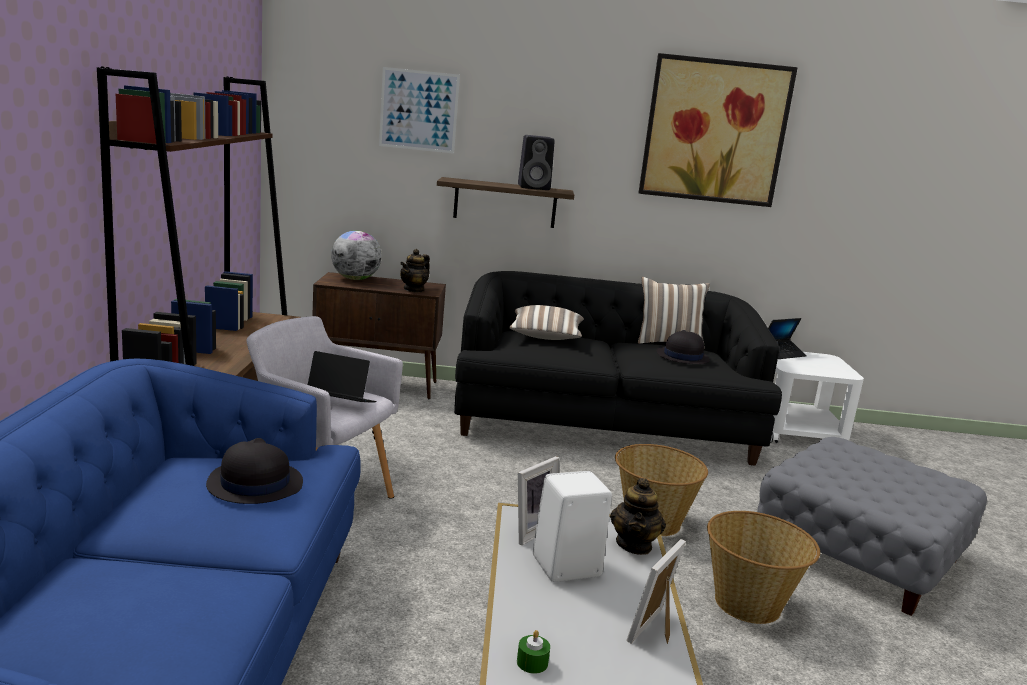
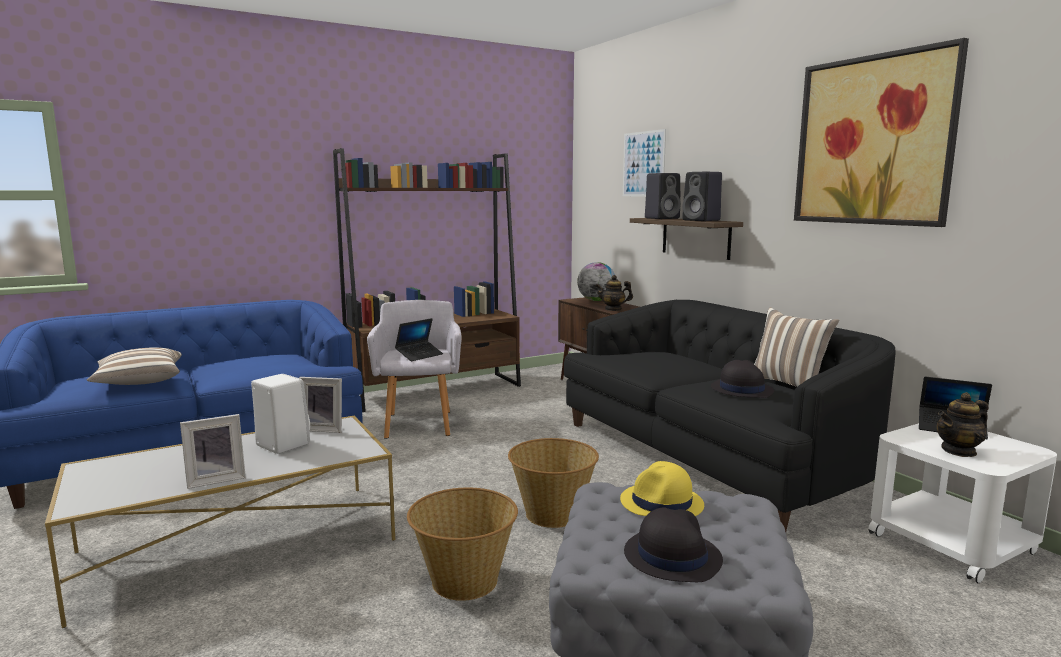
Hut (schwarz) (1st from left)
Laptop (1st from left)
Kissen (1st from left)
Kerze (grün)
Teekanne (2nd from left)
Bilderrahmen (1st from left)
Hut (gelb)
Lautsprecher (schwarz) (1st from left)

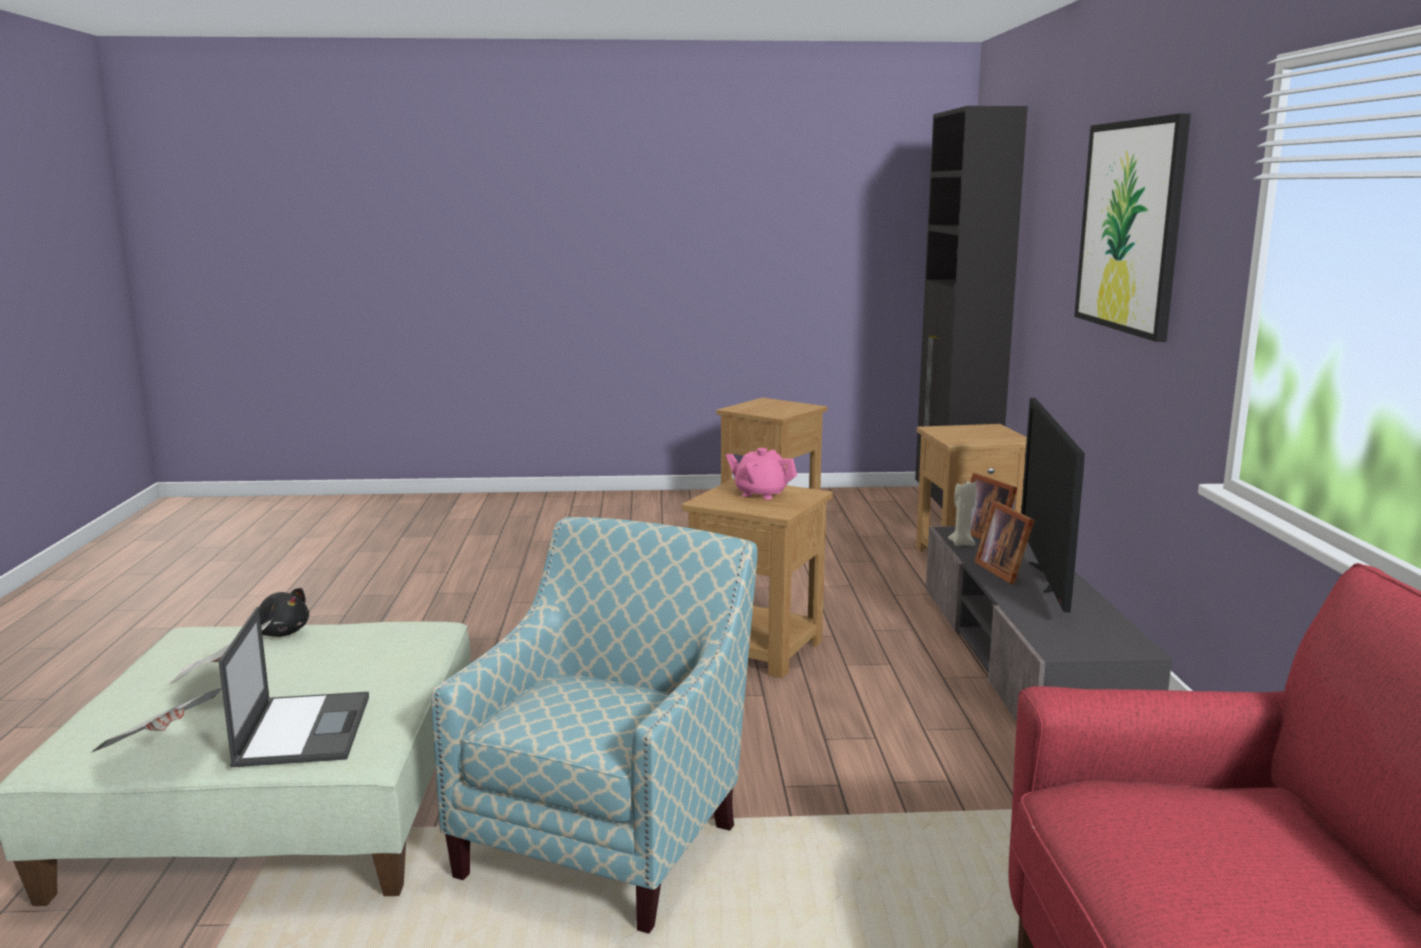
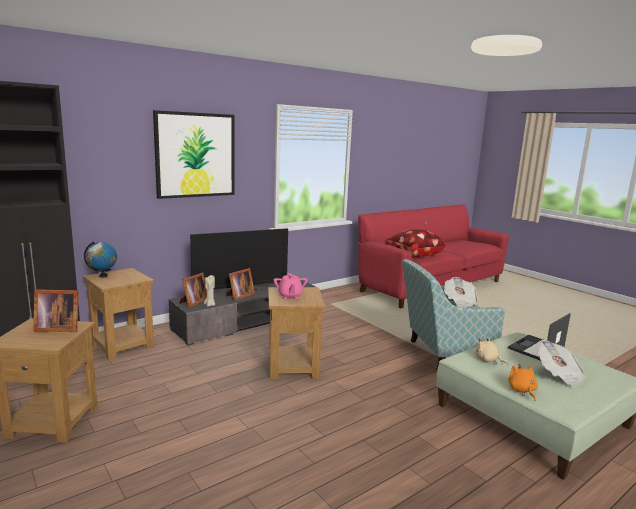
Zeitung (1st from left)
Plüschtier (orange)
Bilderrahmen (1st from left)
Globus
Kissen
Plüschtier (beige)

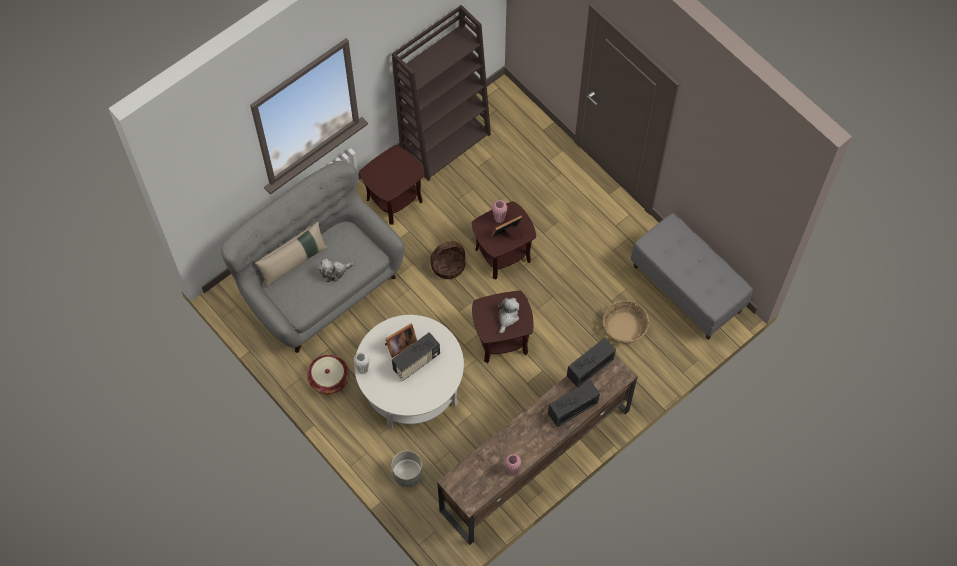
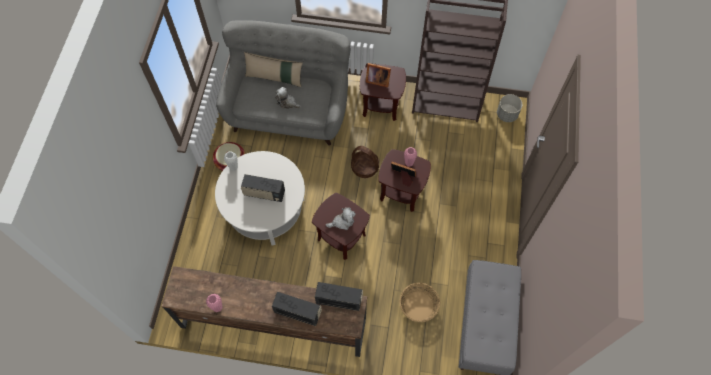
Bilderrahmen (1st from left)
Pflanzkübel (grau)

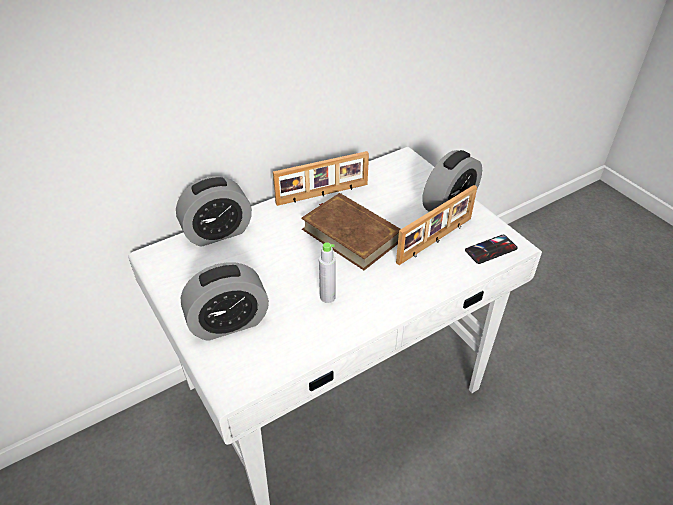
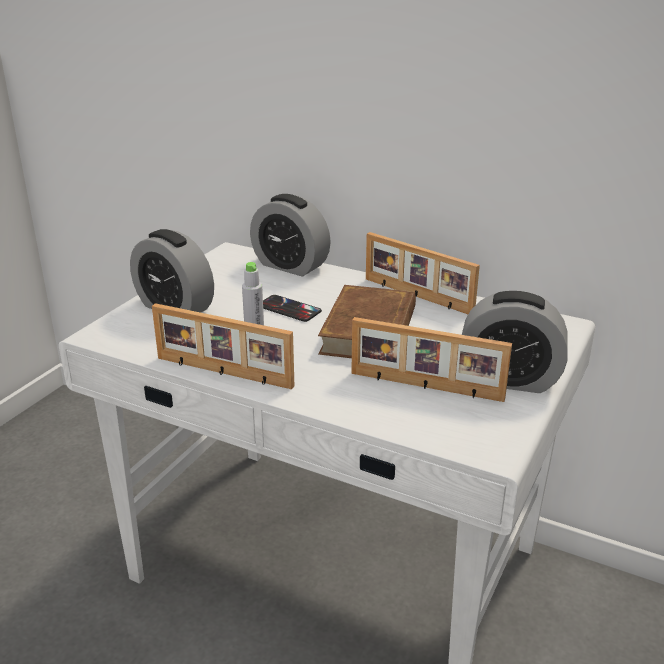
Handy
Bilderrahmen (1st from left)

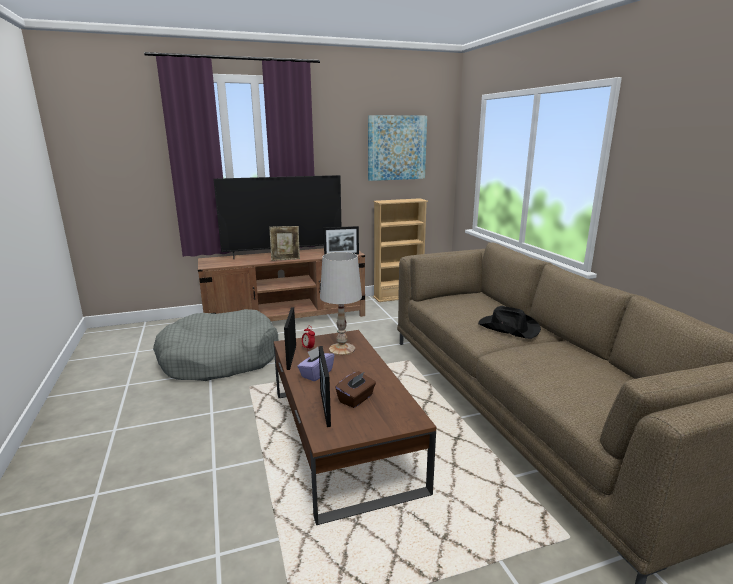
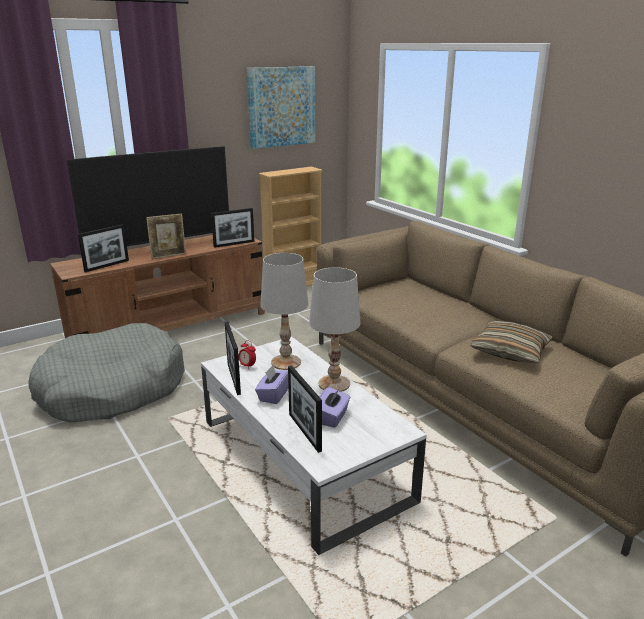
Couchtisch (weiß)
Taschentuchbox (lila) (2nd from left)
Hut (schwarz)
Bilderrahmen (1st from left)
Tischlampe (weiß) (2nd from left)
Kissen

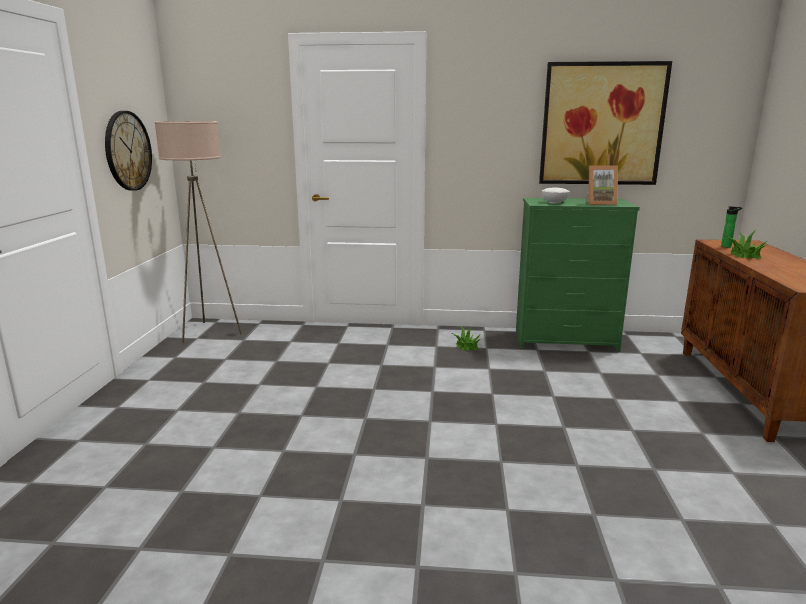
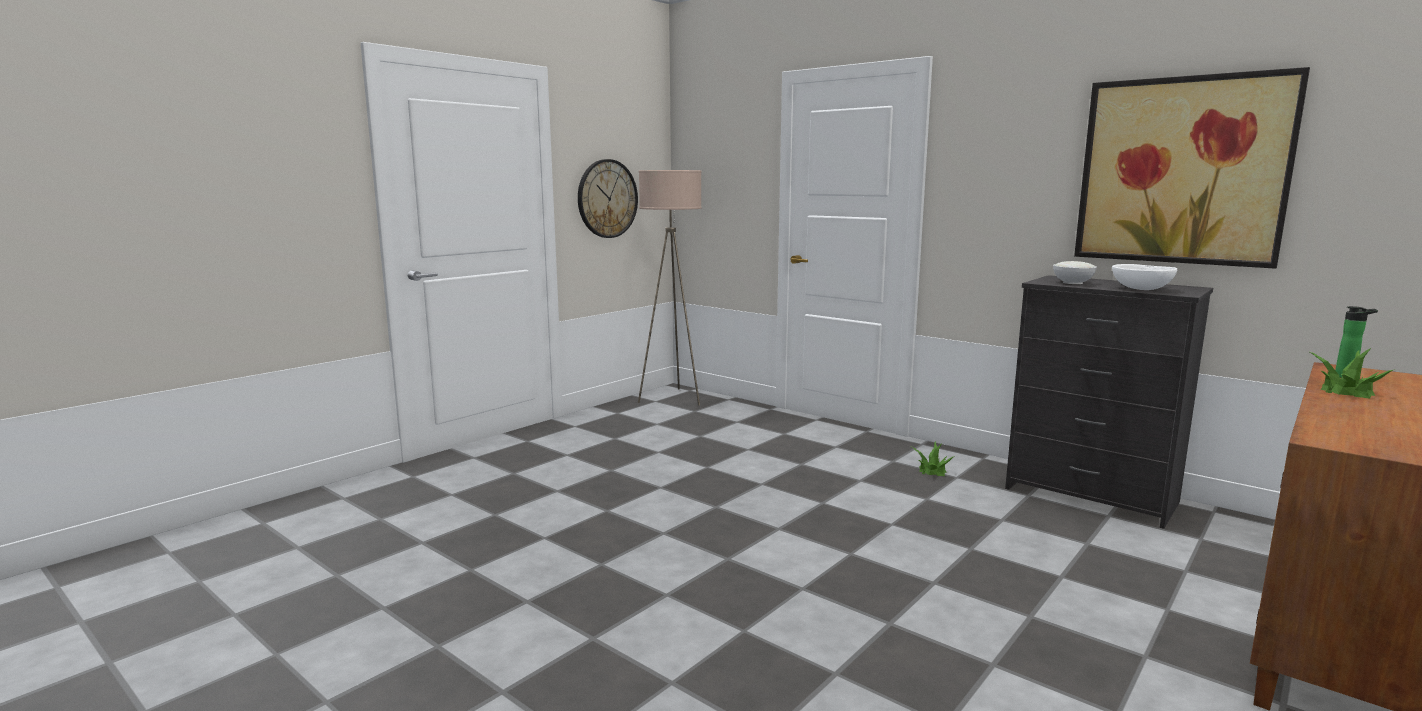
Kommode (schwarz)
Schüssel (weiß) (2nd from left)

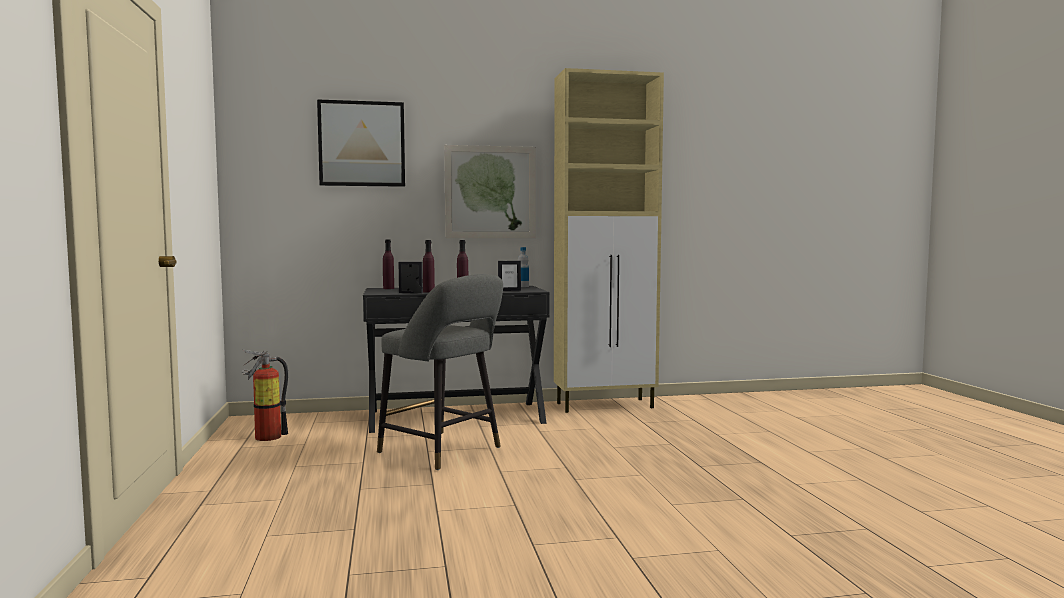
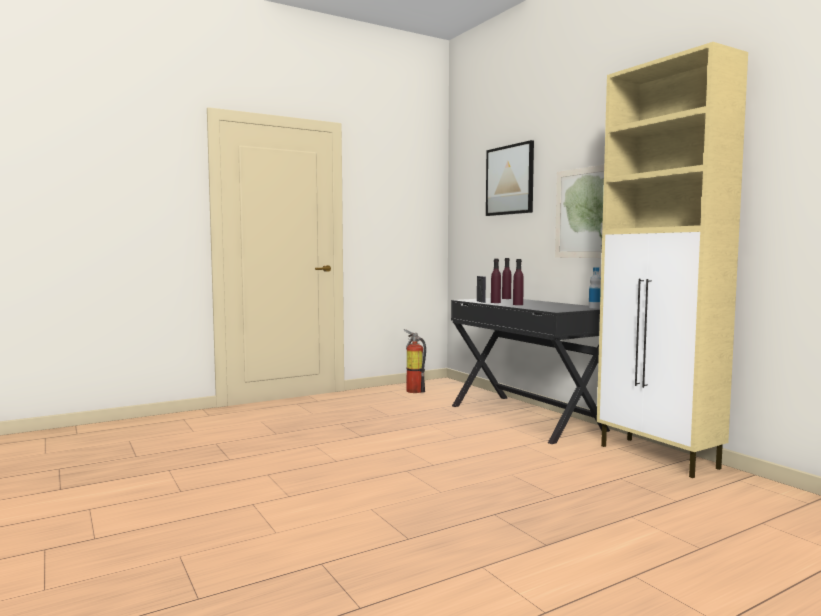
Hocker (grau)
Bilderrahmen (2nd from left in the first image)

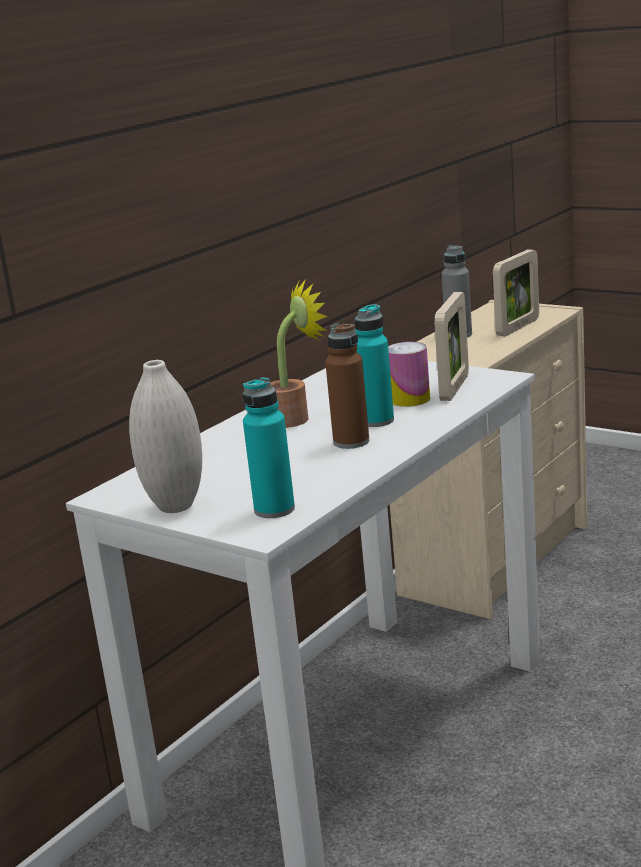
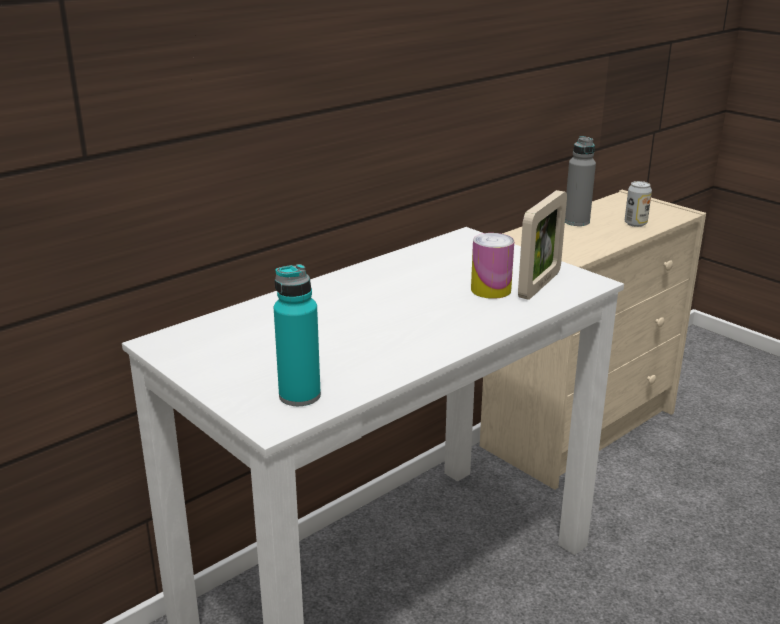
Vase (weiß)
Topfpflanze
Flasche (braun)
Flasche (türkis) (2nd from left in the first image)
Dose (2nd from left)

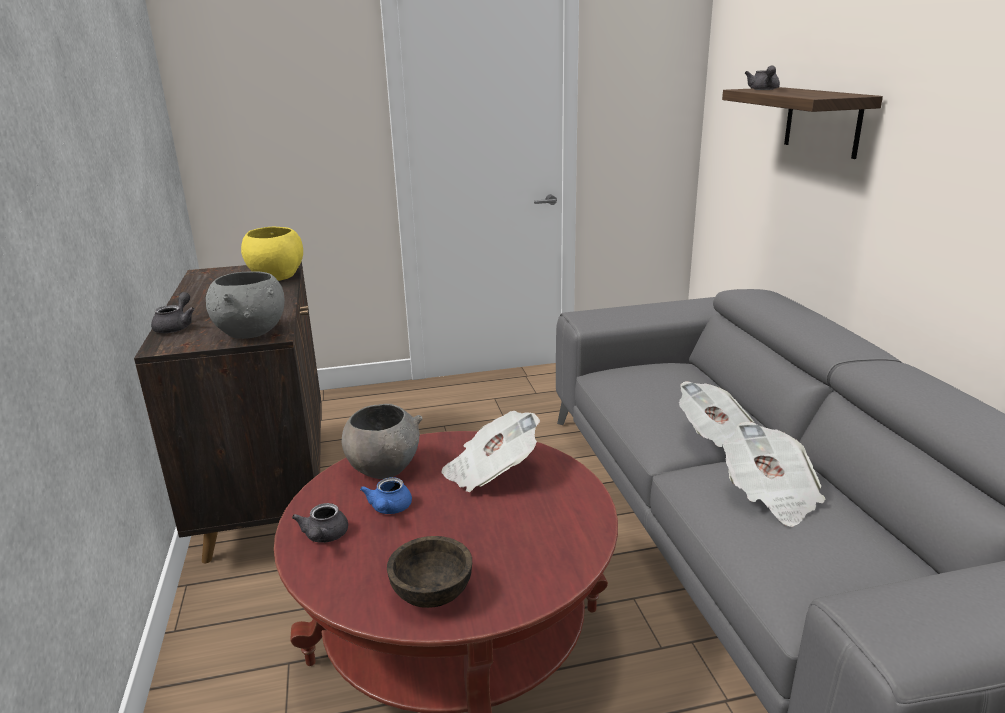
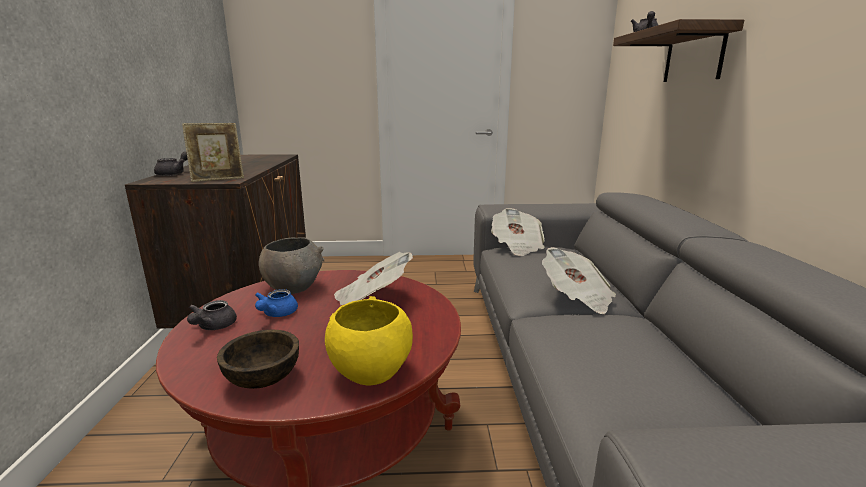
Bilderrahmen
Schüssel (gelb)
Zeitung (2nd from left)

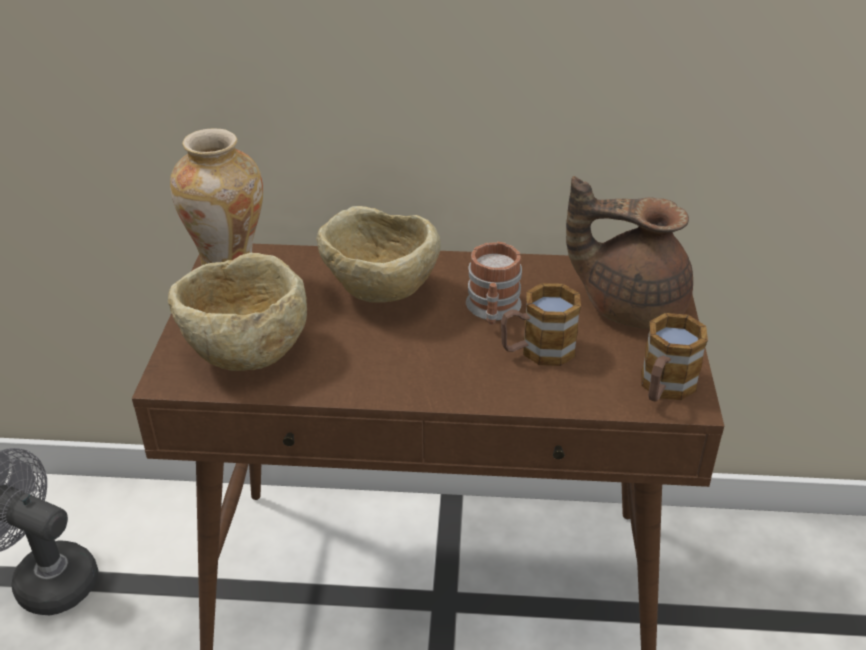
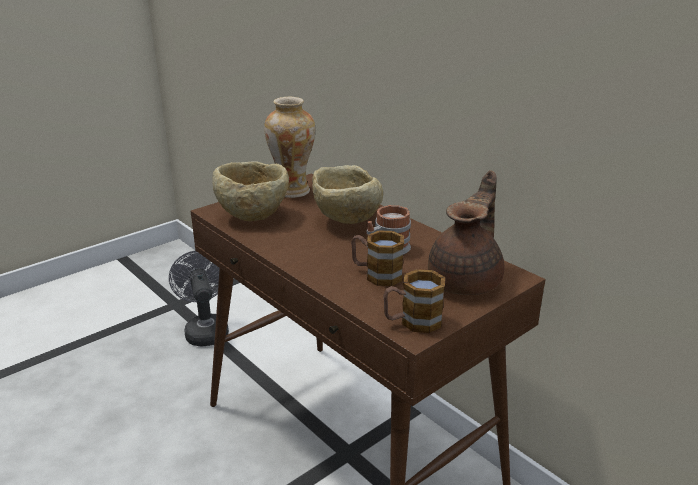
Teekanne (braun)

